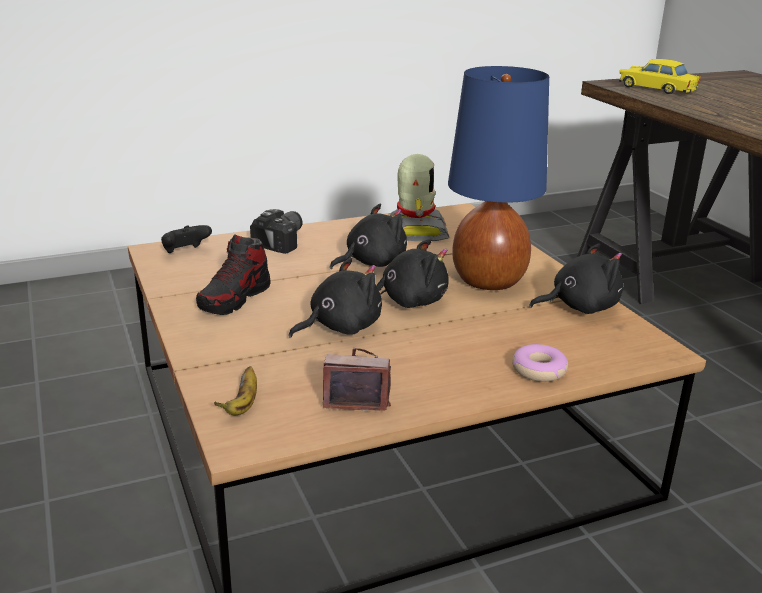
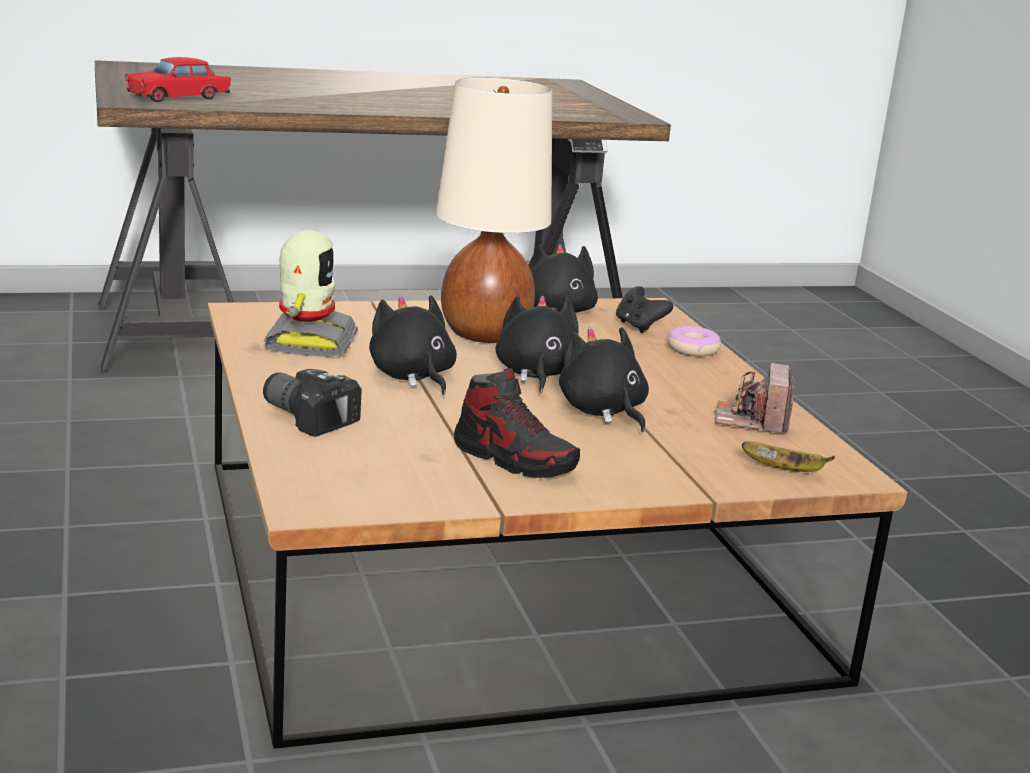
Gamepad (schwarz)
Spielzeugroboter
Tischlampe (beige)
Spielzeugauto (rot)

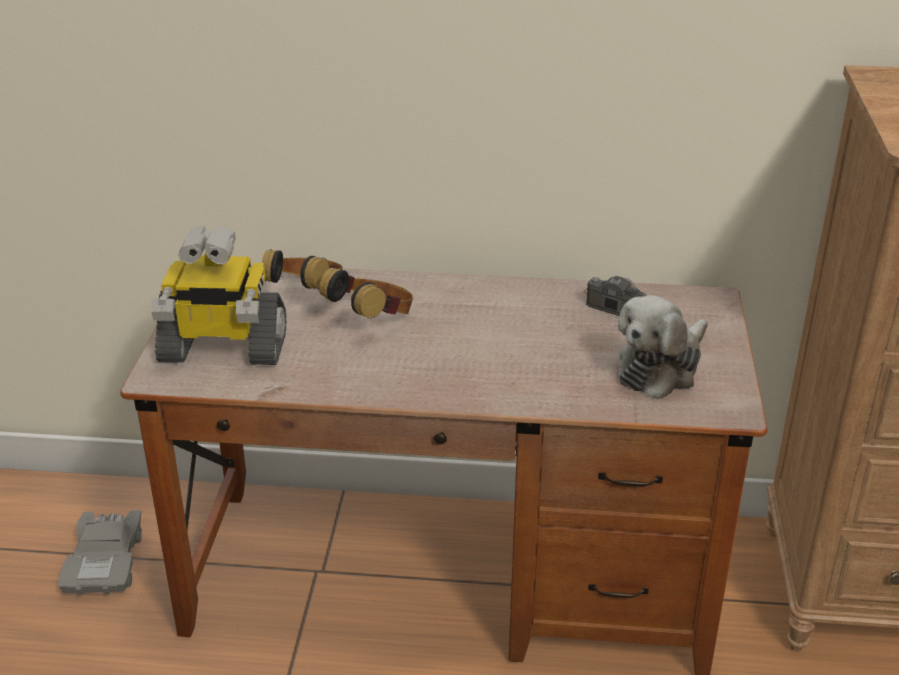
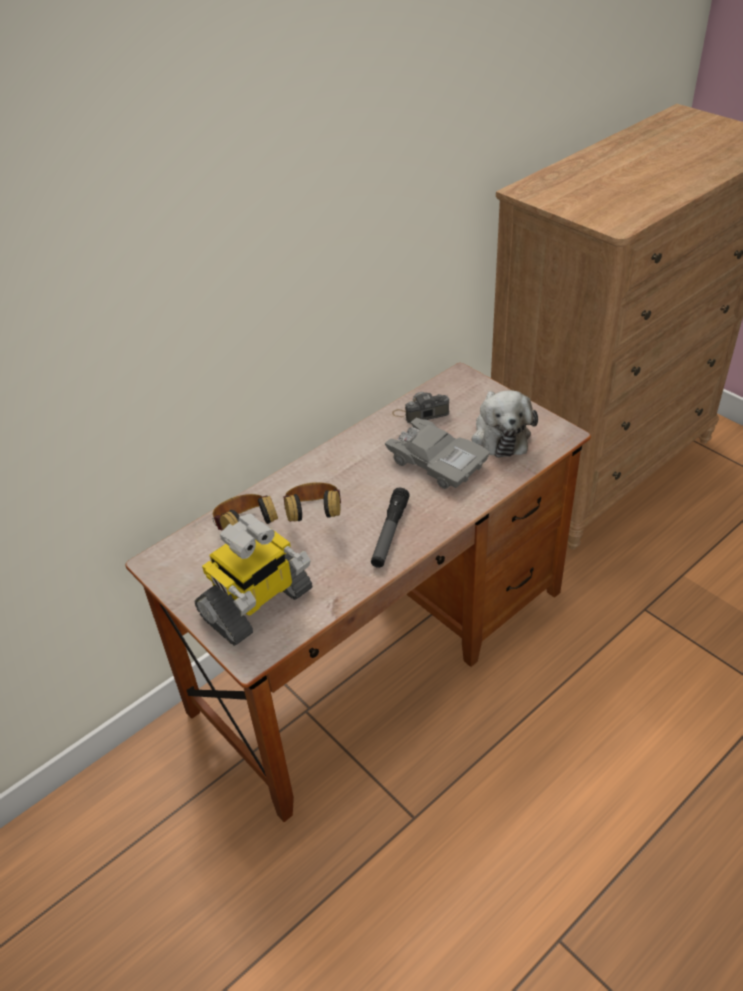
Spielzeugauto (grau)
Taschenlampe

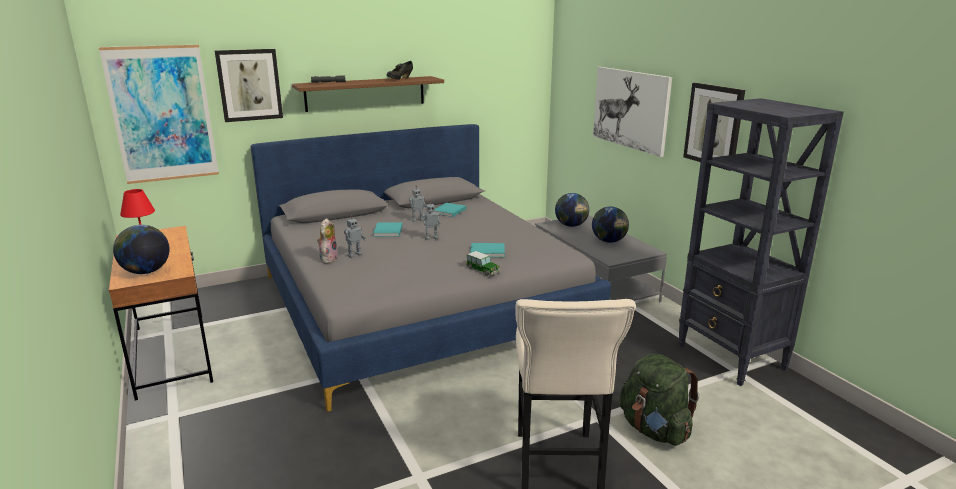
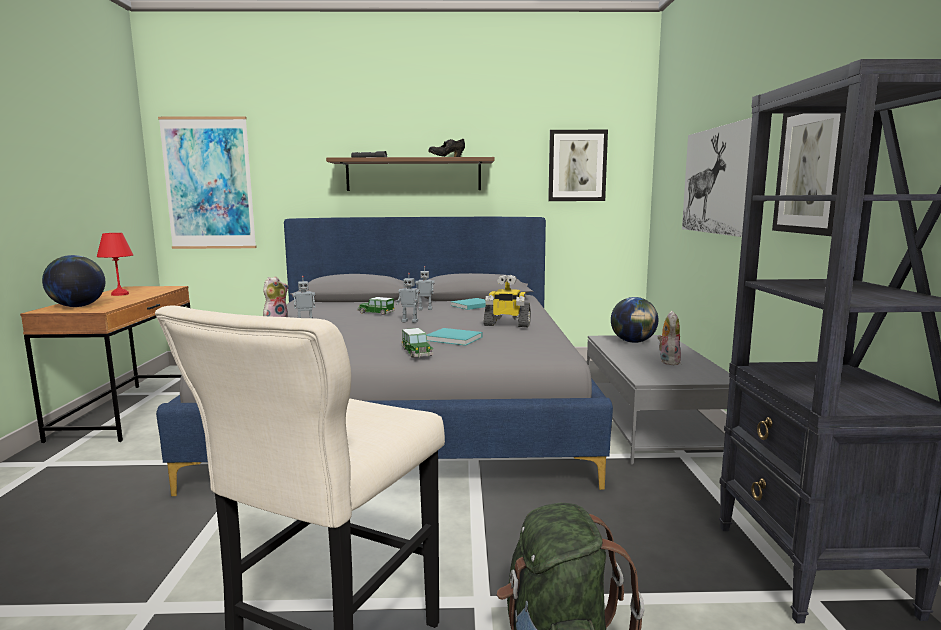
Bild (2nd from left)
Spielzeugauto (1st from left)
Plüschtier (2nd from left)
Spielzeugroboter (4th from left)

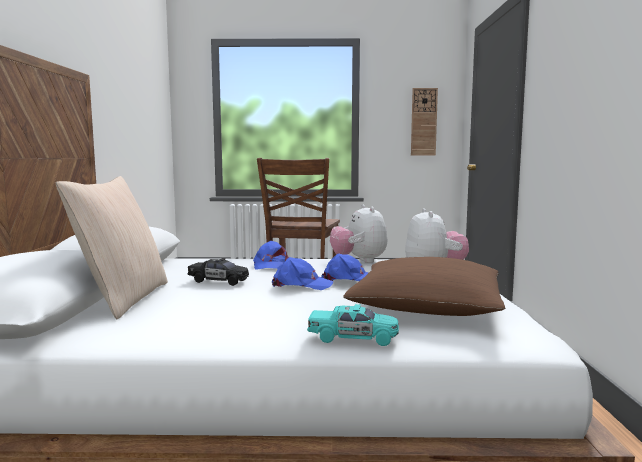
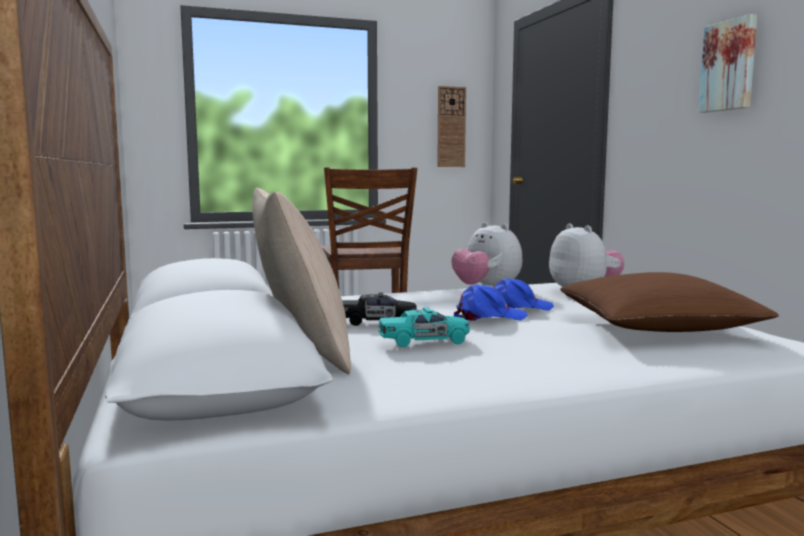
Kappe (blau) (1st from left in the first image)
Spielzeugauto (türkis)
Bild

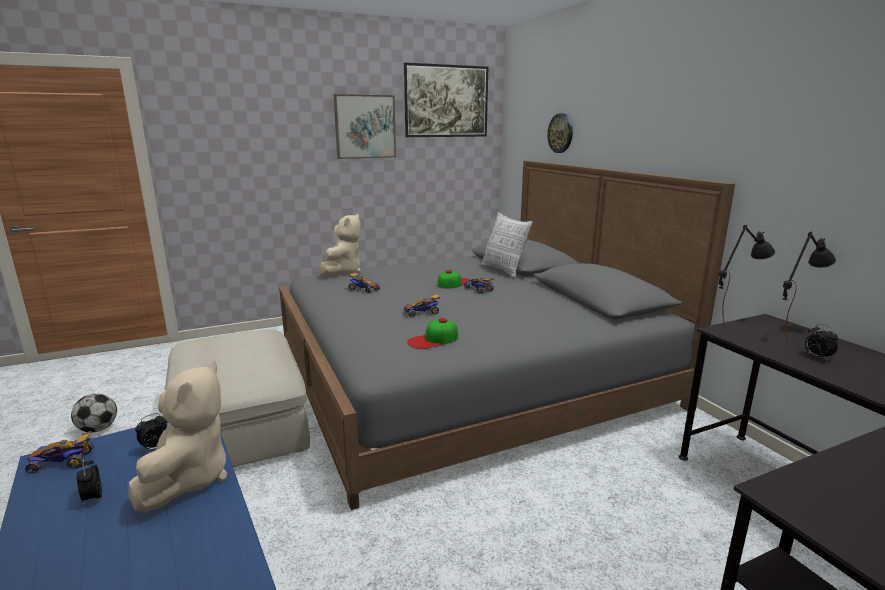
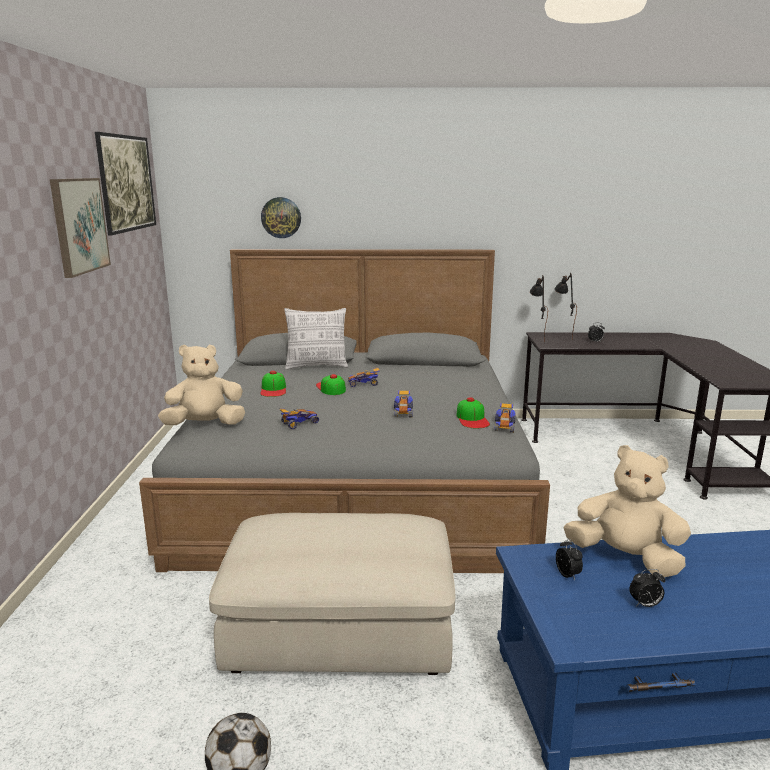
Spielzeugauto (4th from left)
Plüschtier (beige) (1st from left)
Kappe (1st from left)

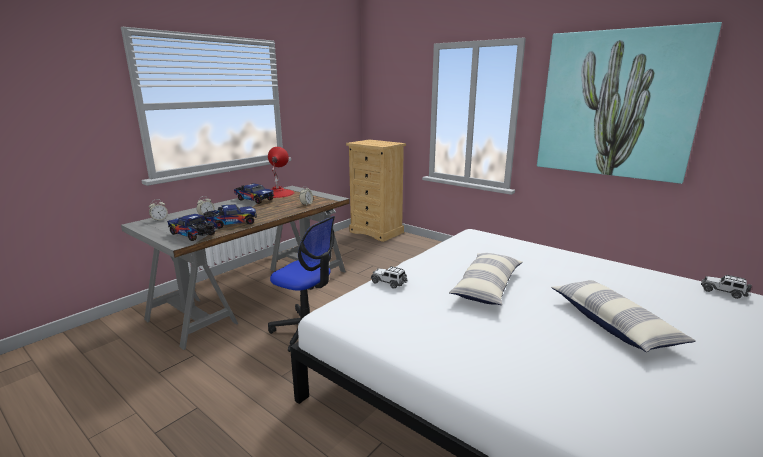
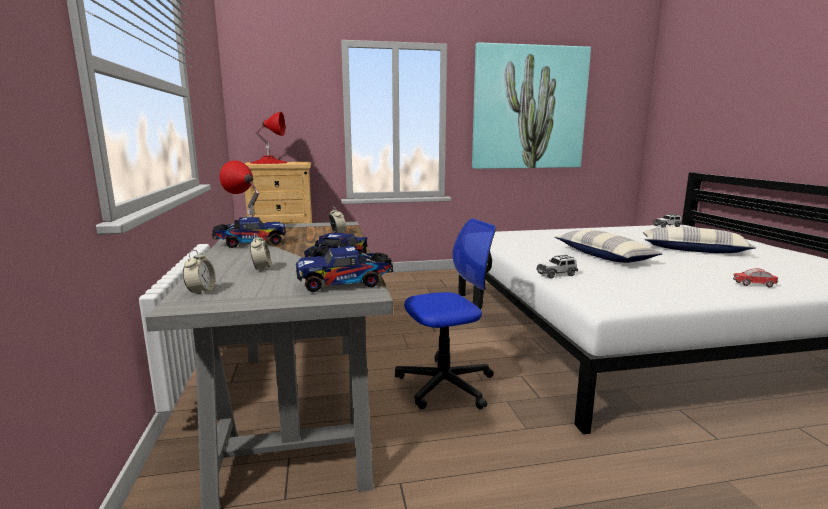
Tischlampe (rot) (2nd from left)
Spielzeugauto (3rd from left)

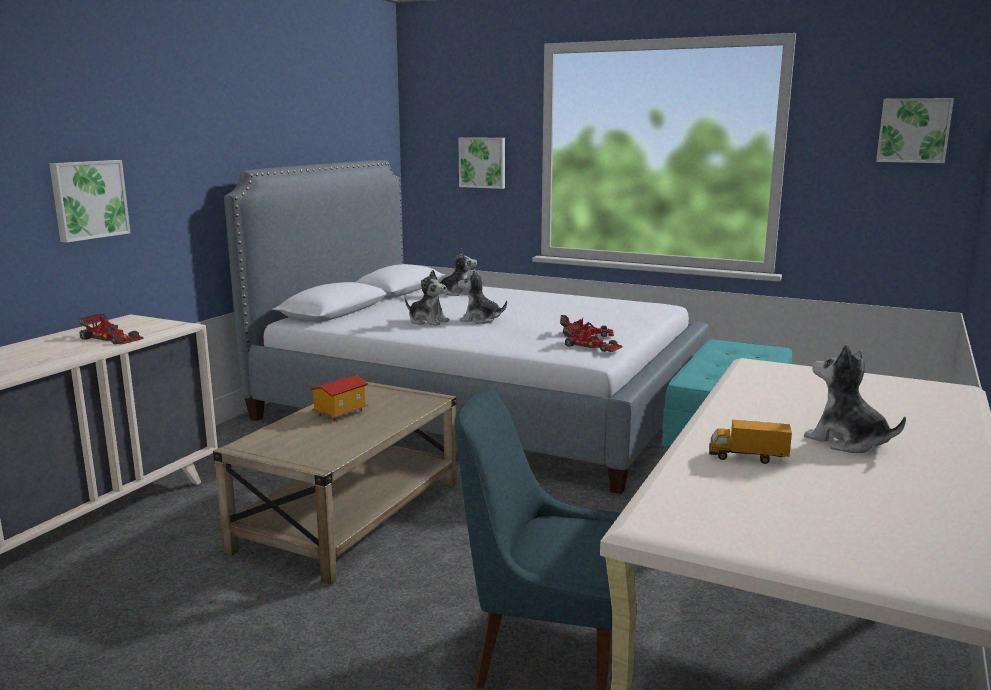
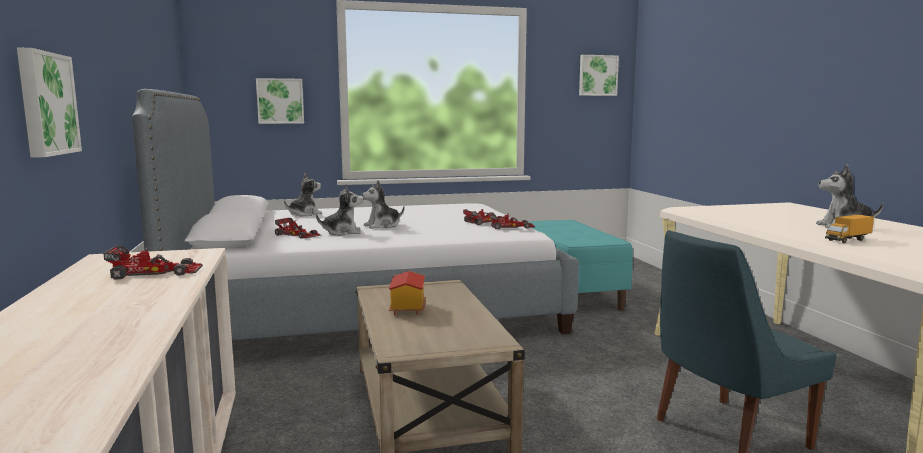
Spielzeugauto (2nd from left)

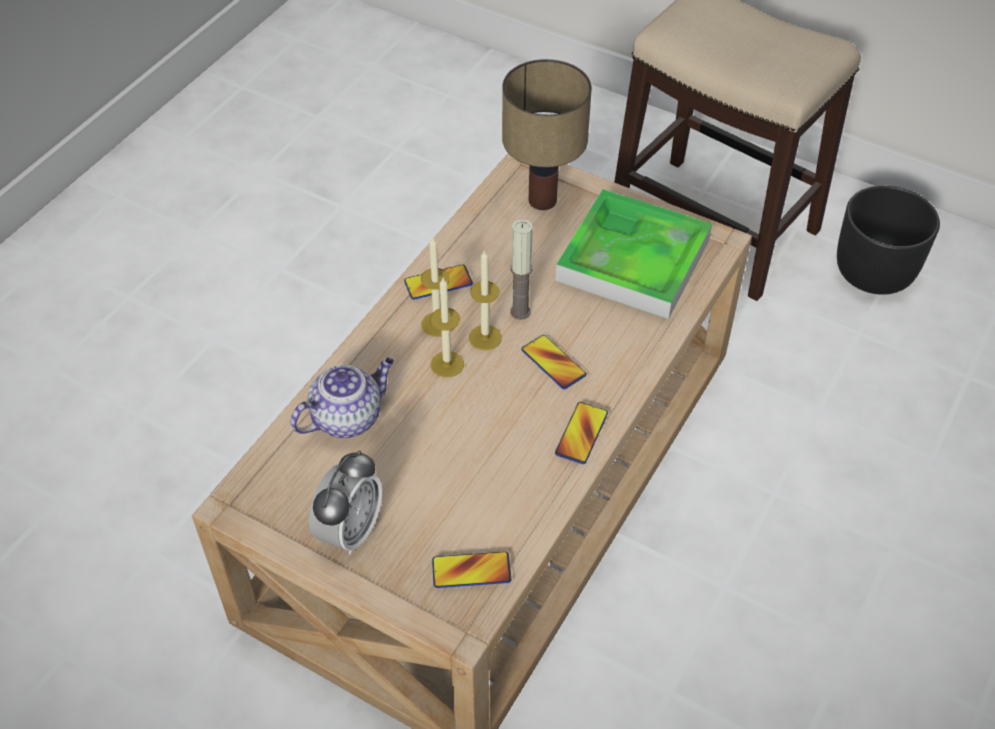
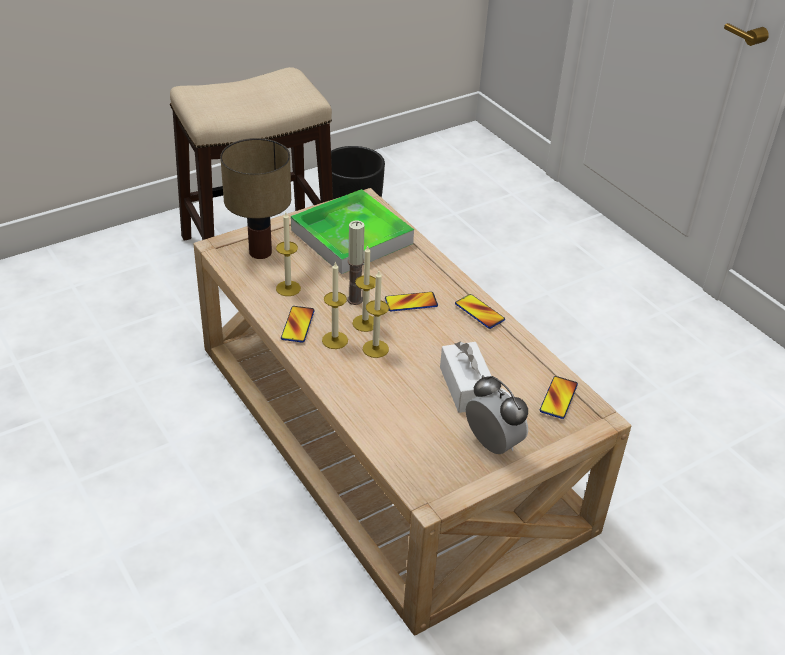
Teekanne
Kerze (1st from left)
Taschentuchbox (weiß)

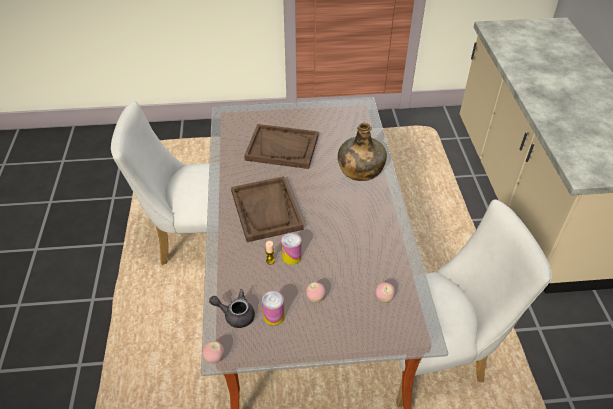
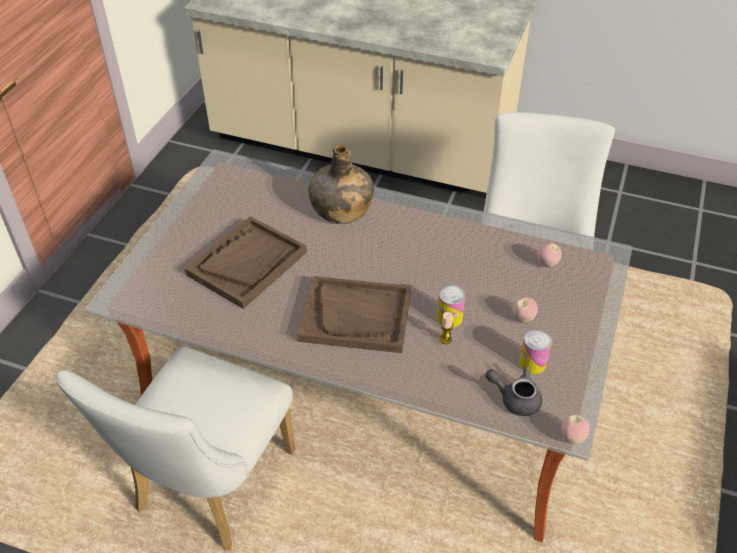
Teekanne (grau)

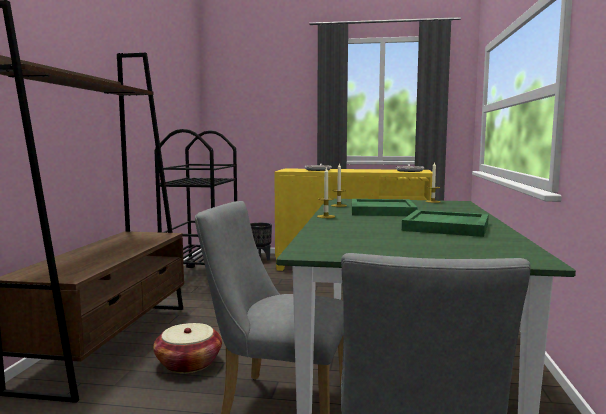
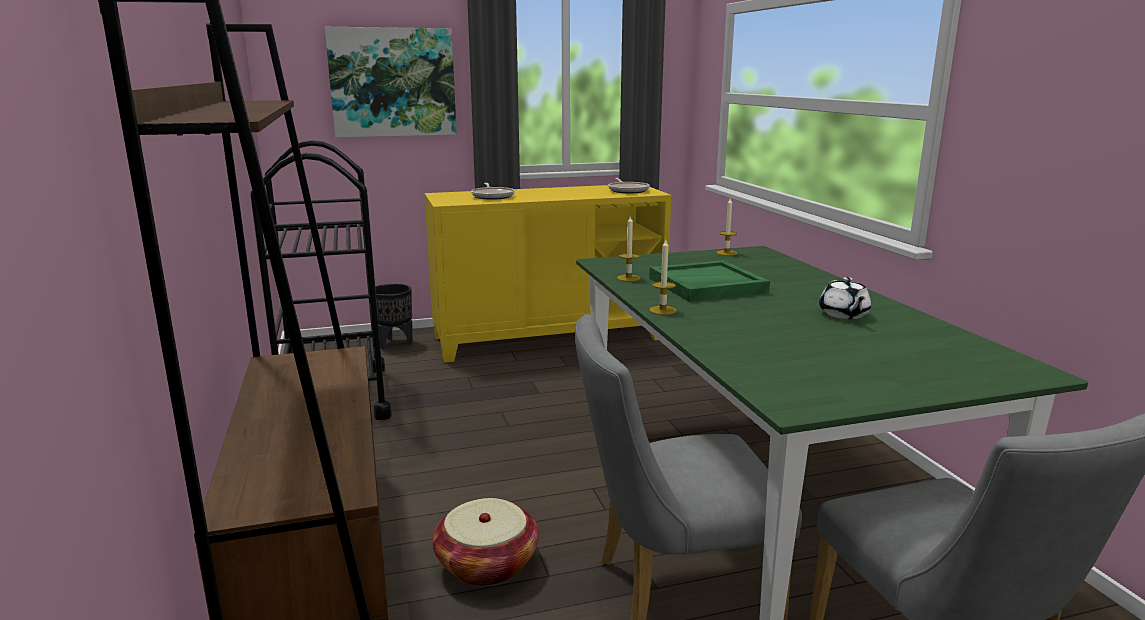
Teekanne (weiß)
Bild

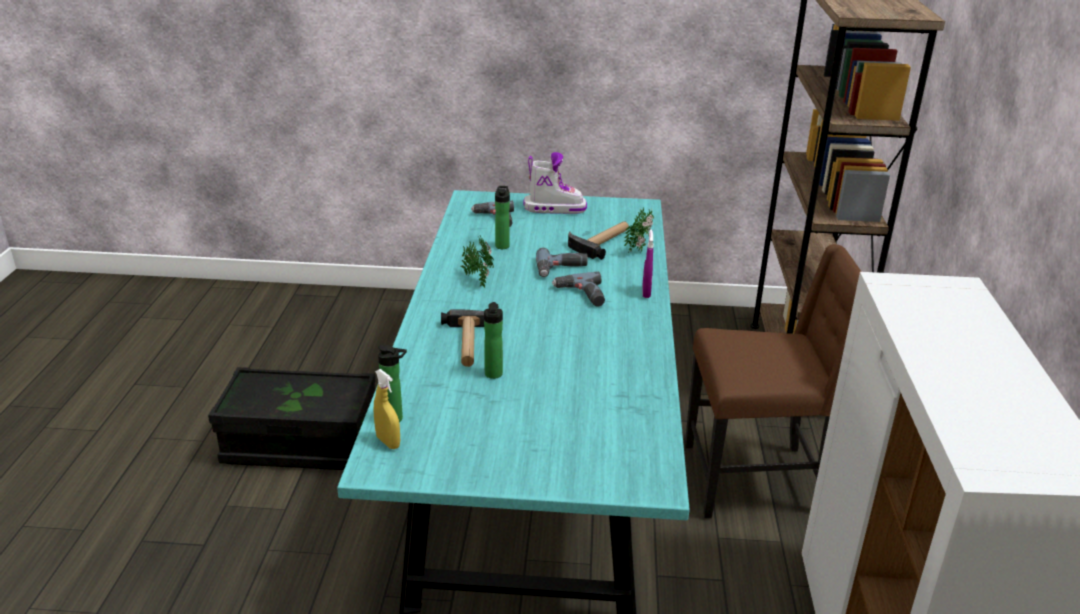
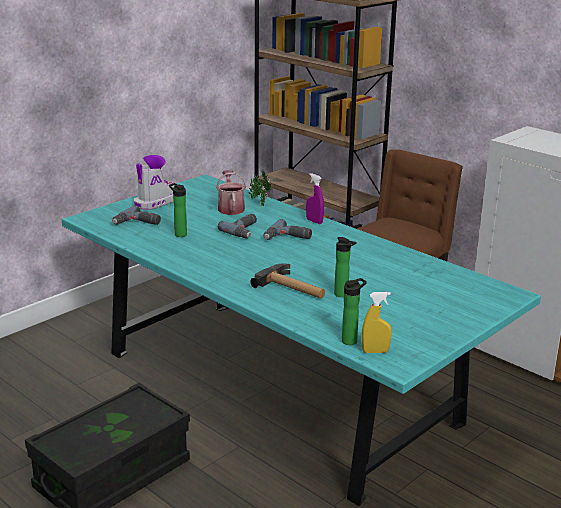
Topfpflanze (1st from left in the first image)
Gießkanne

